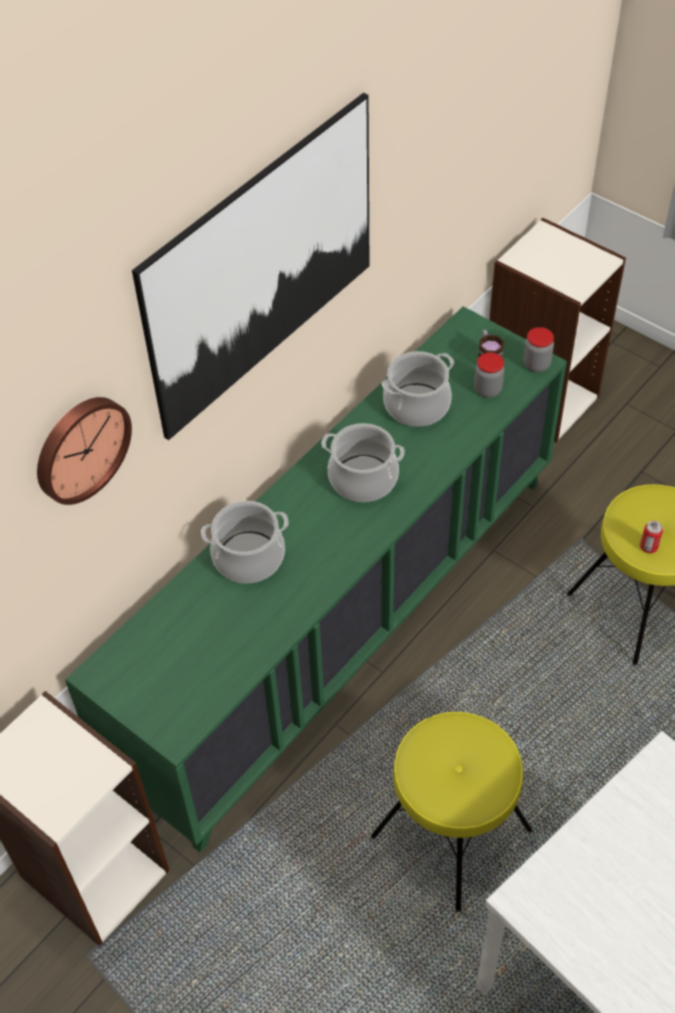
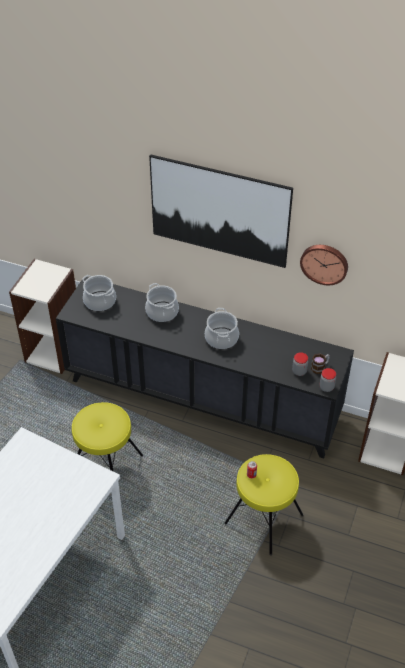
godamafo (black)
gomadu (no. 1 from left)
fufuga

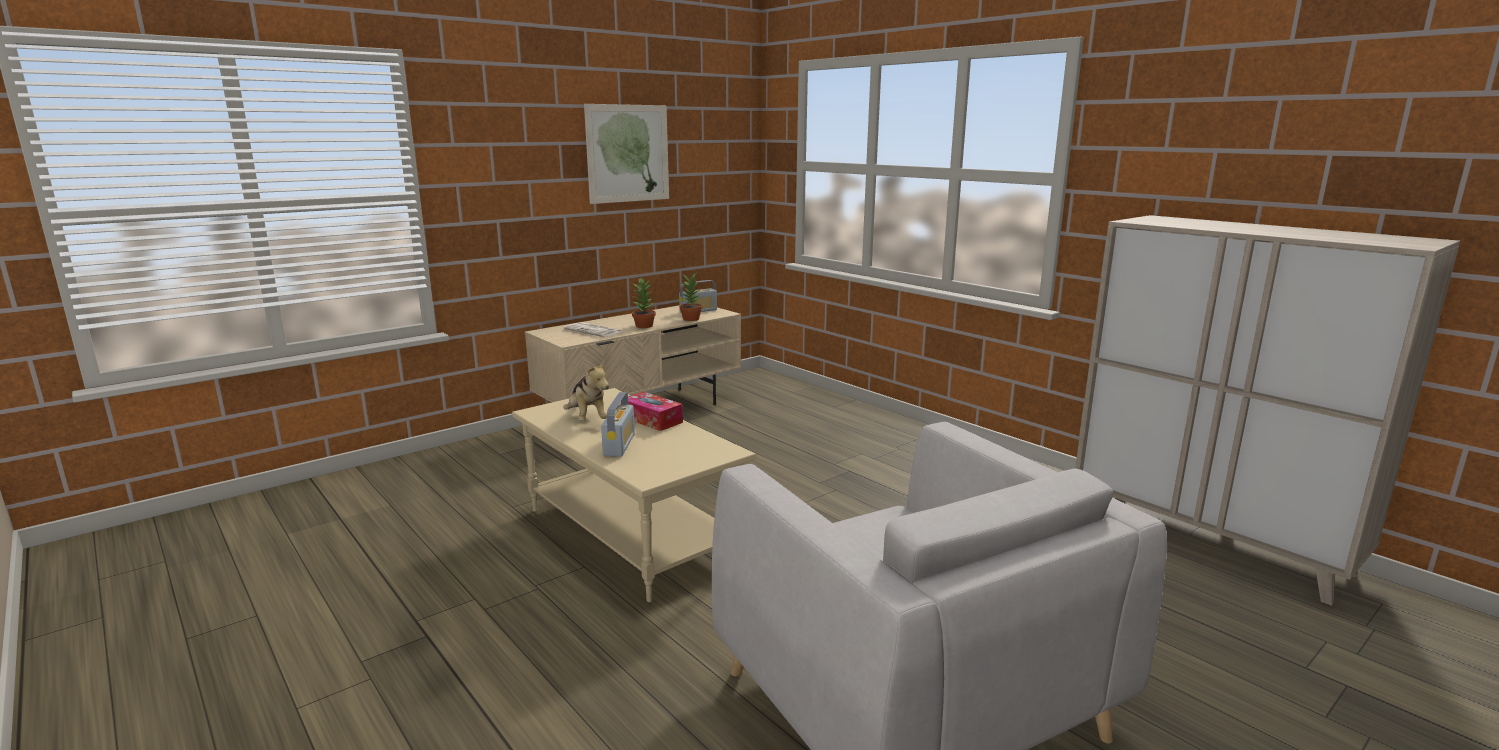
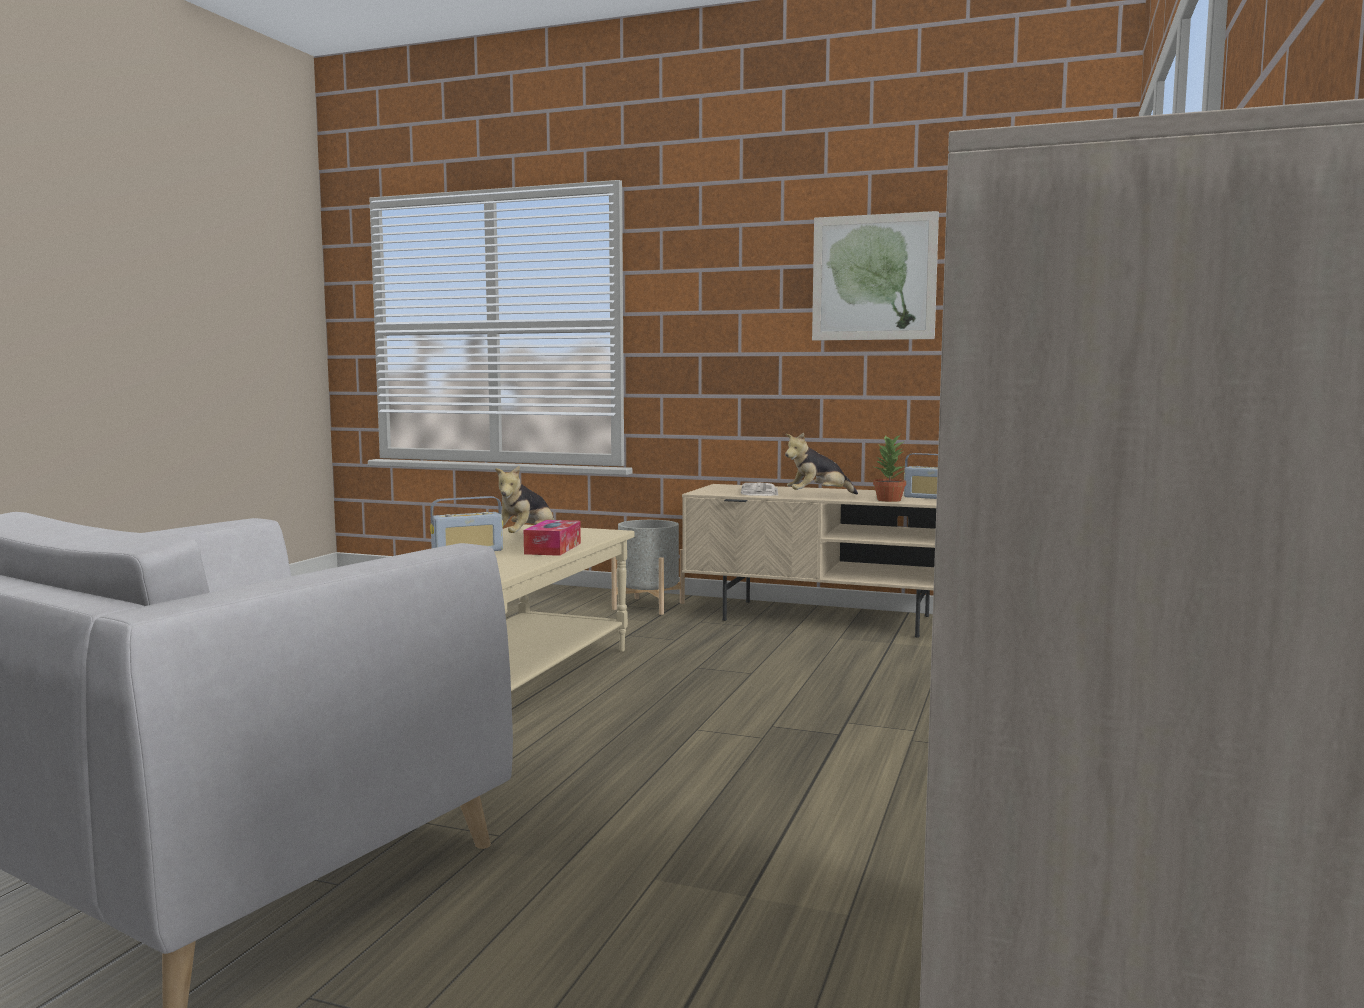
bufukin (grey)
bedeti (no. 2 from left)

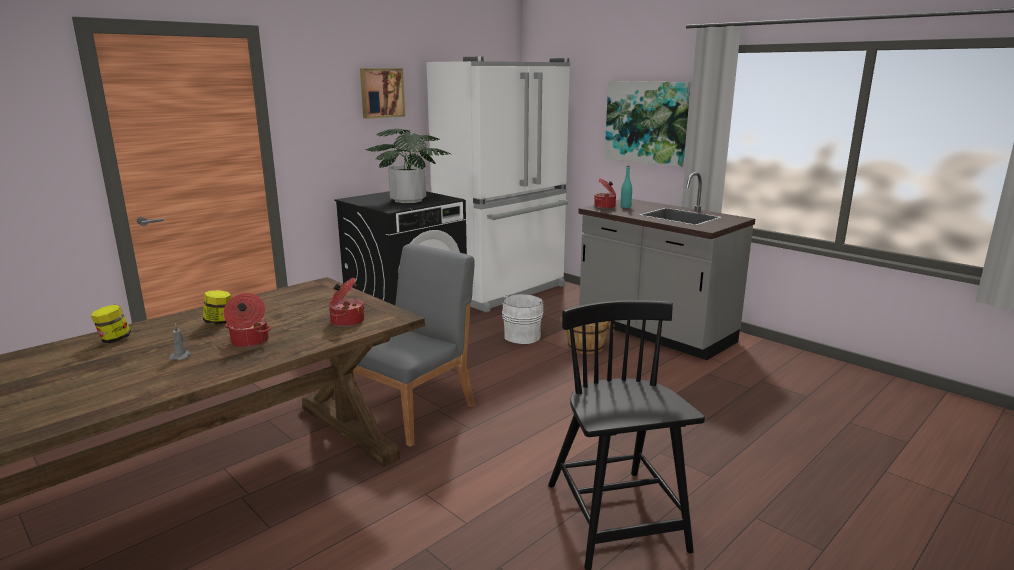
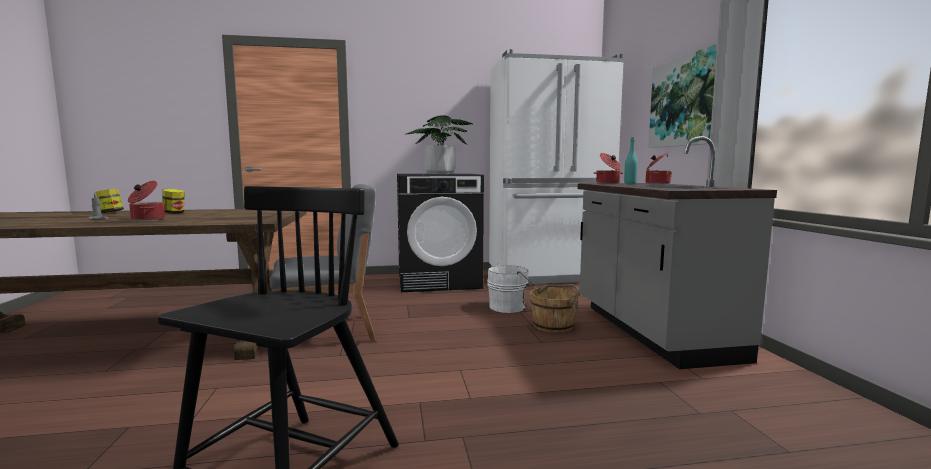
gomadu (no. 3 from left)
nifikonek (no. 1 from left in the first image)

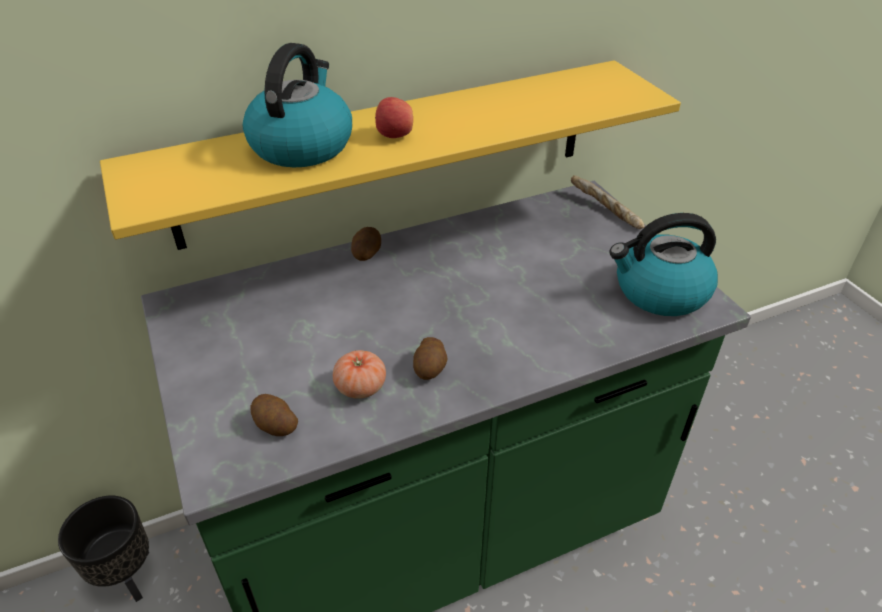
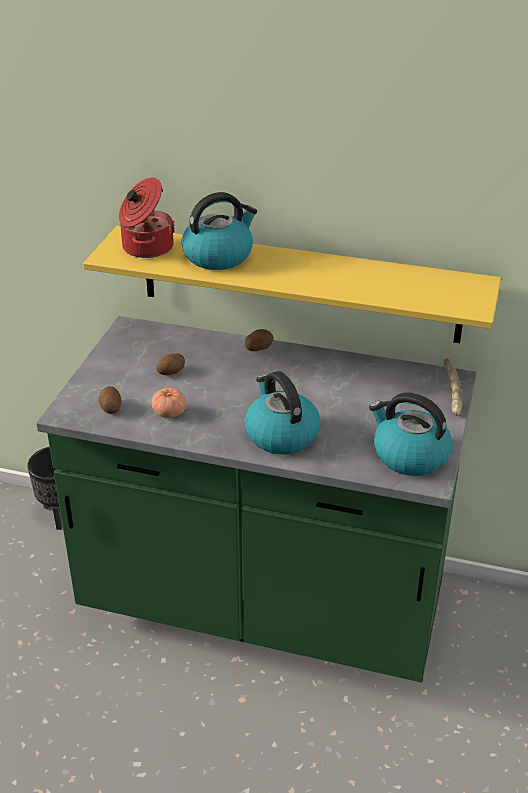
gomadu
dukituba (no. 2 from left)
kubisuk (no. 2 from left)
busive

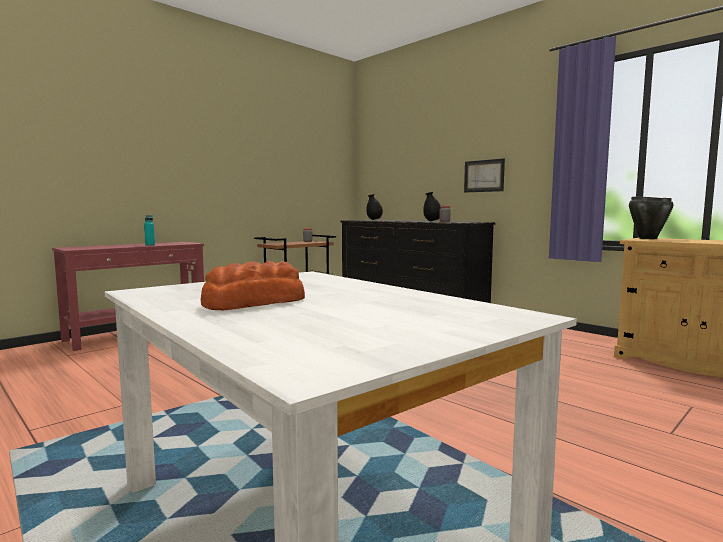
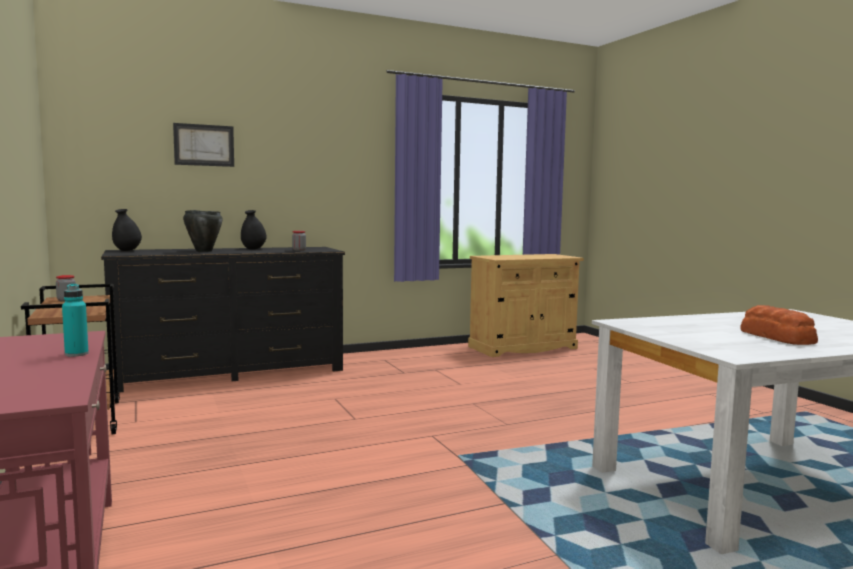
nifikonek
gomadu (black)

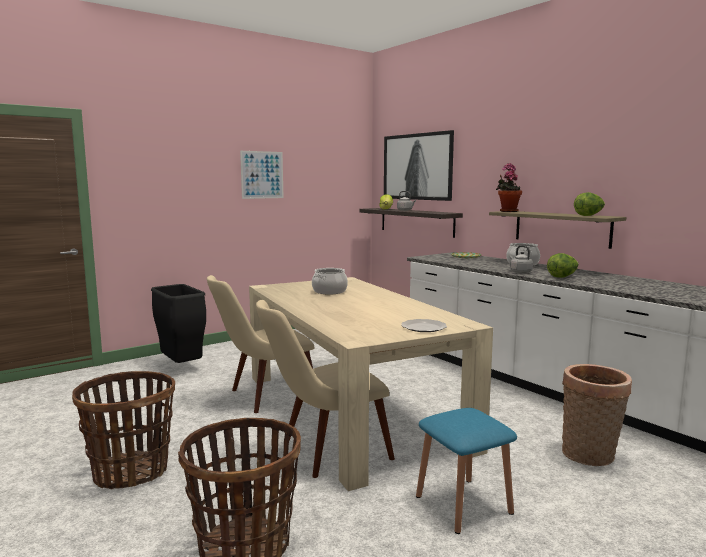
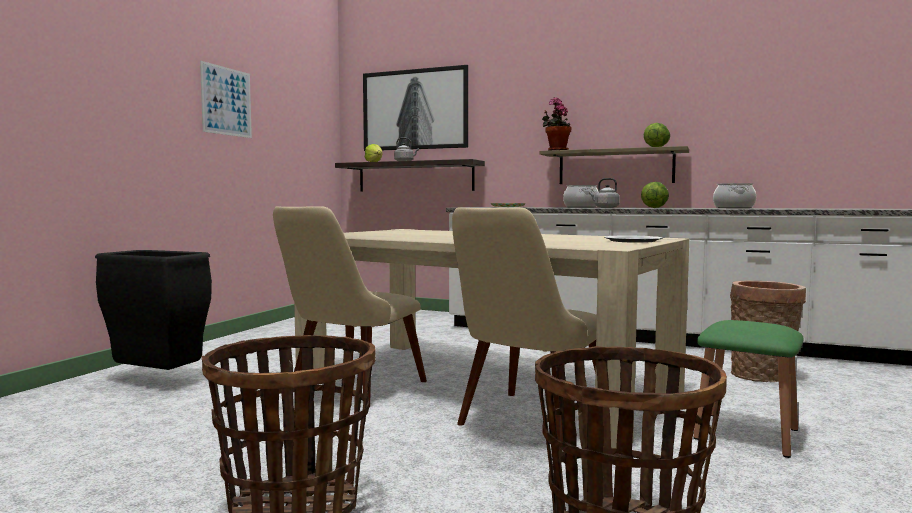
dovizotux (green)
gomadu (no. 2 from left)

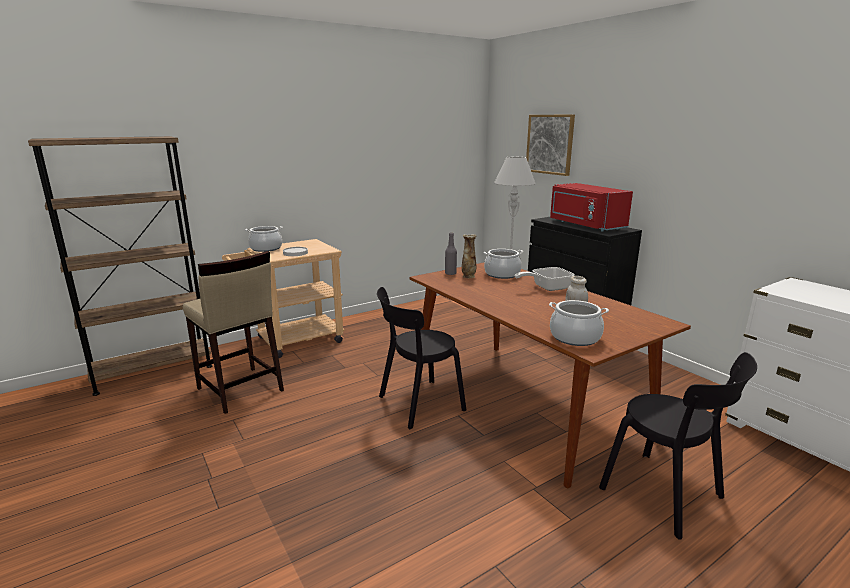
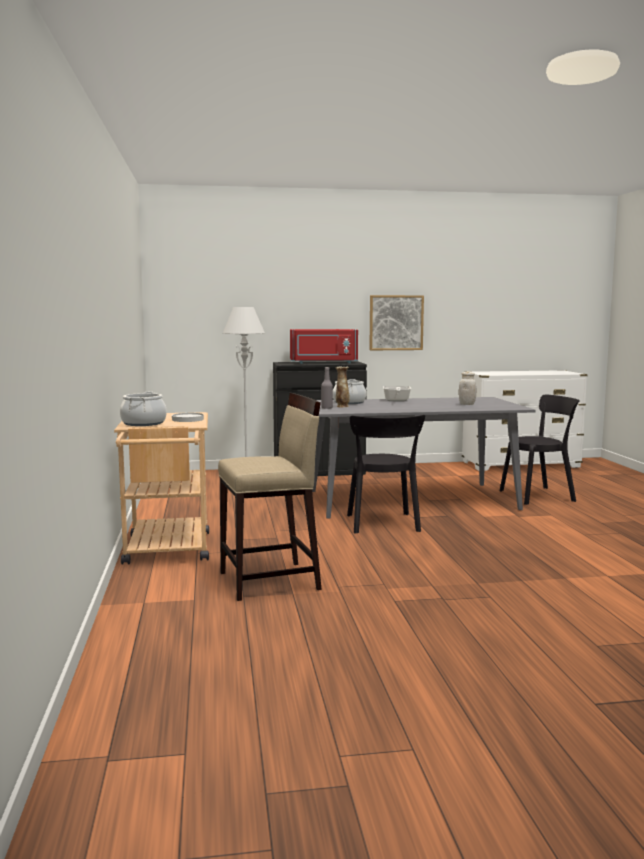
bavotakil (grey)
nifikonek
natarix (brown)
gomadu (no. 3 from left in the first image)

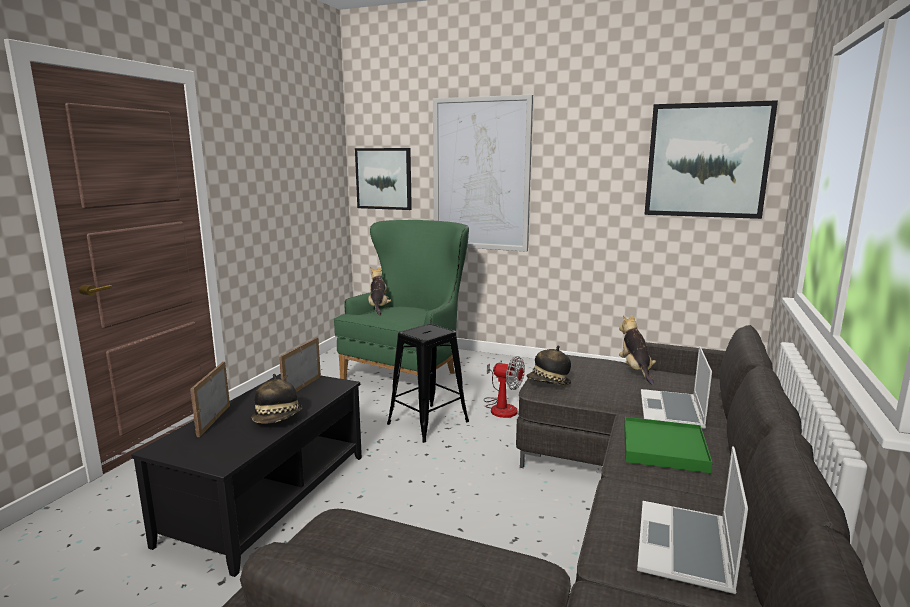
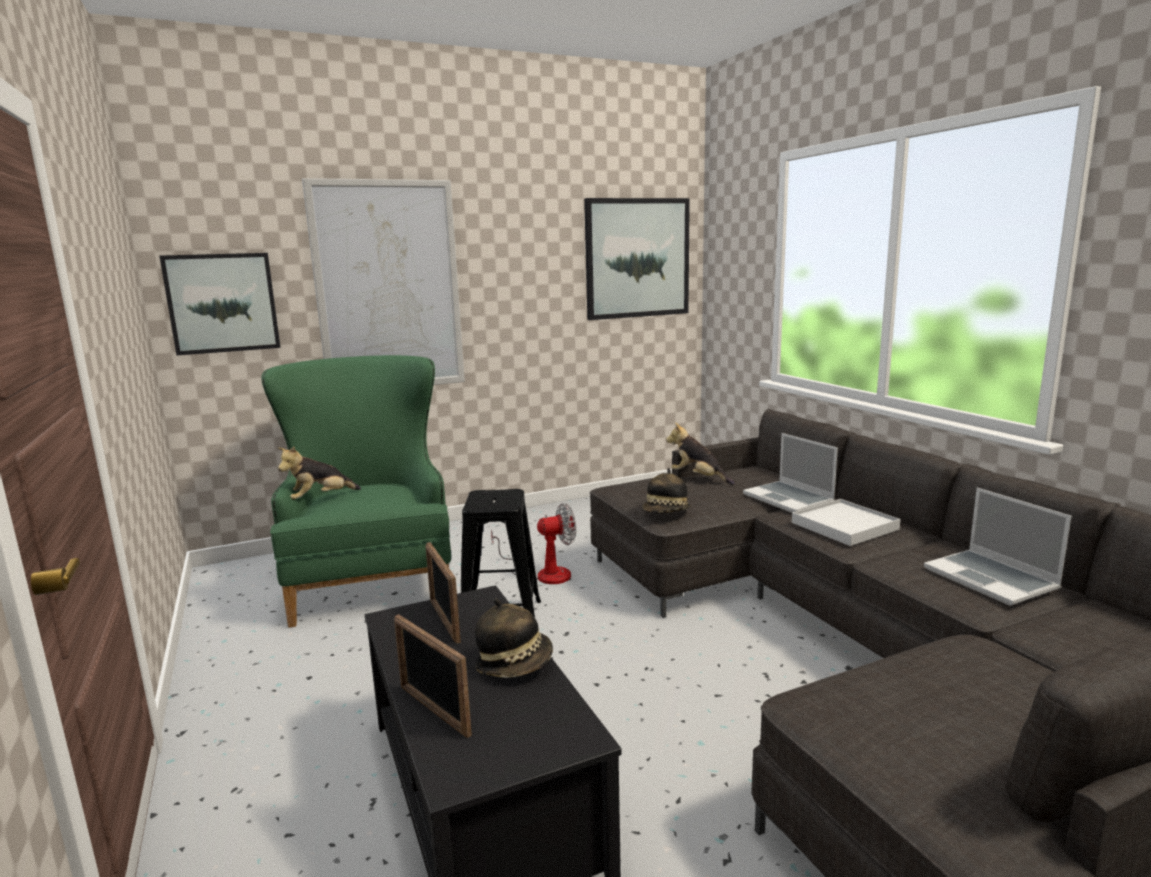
bedeti (no. 1 from left)
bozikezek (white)

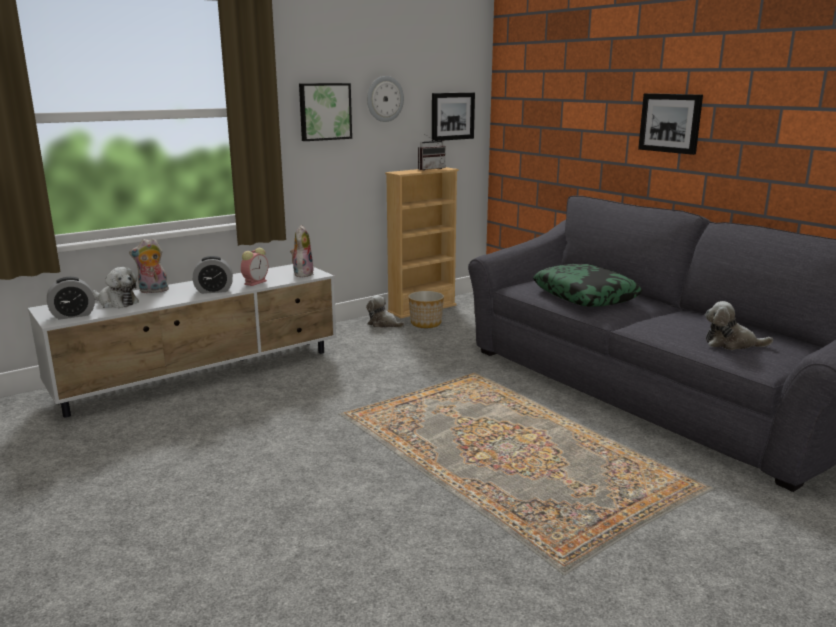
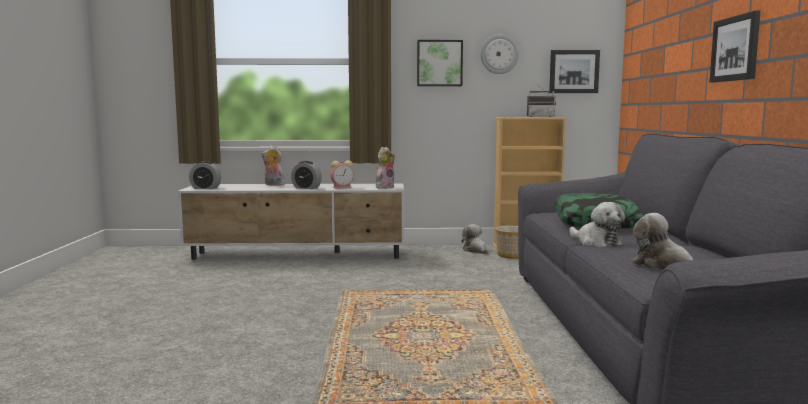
bedeti (no. 4 from left)

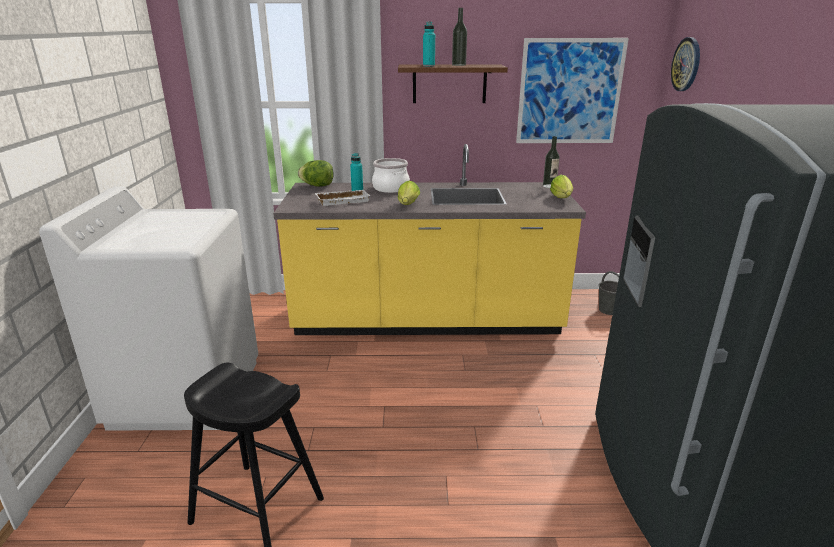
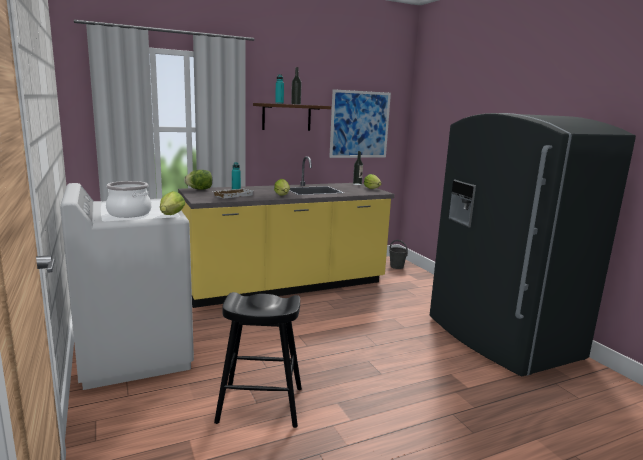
gomadu
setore (no. 1 from left)
fufuga

